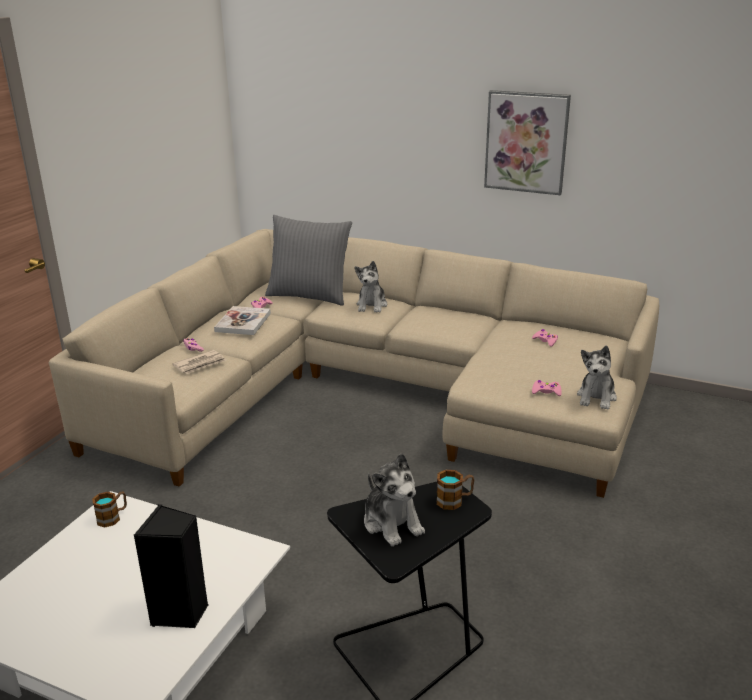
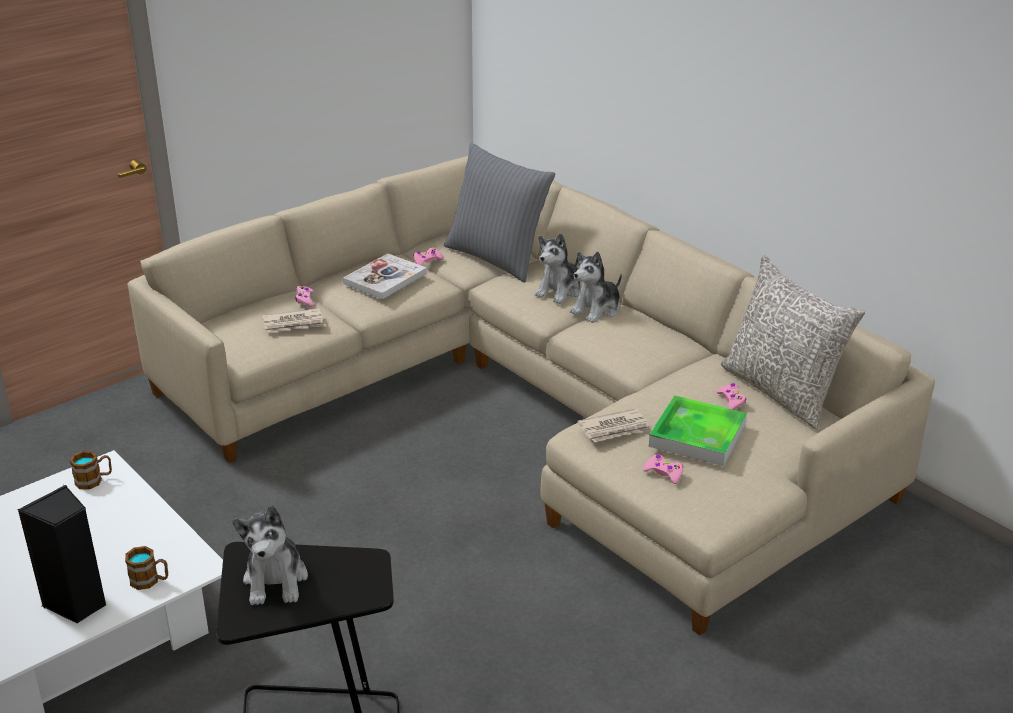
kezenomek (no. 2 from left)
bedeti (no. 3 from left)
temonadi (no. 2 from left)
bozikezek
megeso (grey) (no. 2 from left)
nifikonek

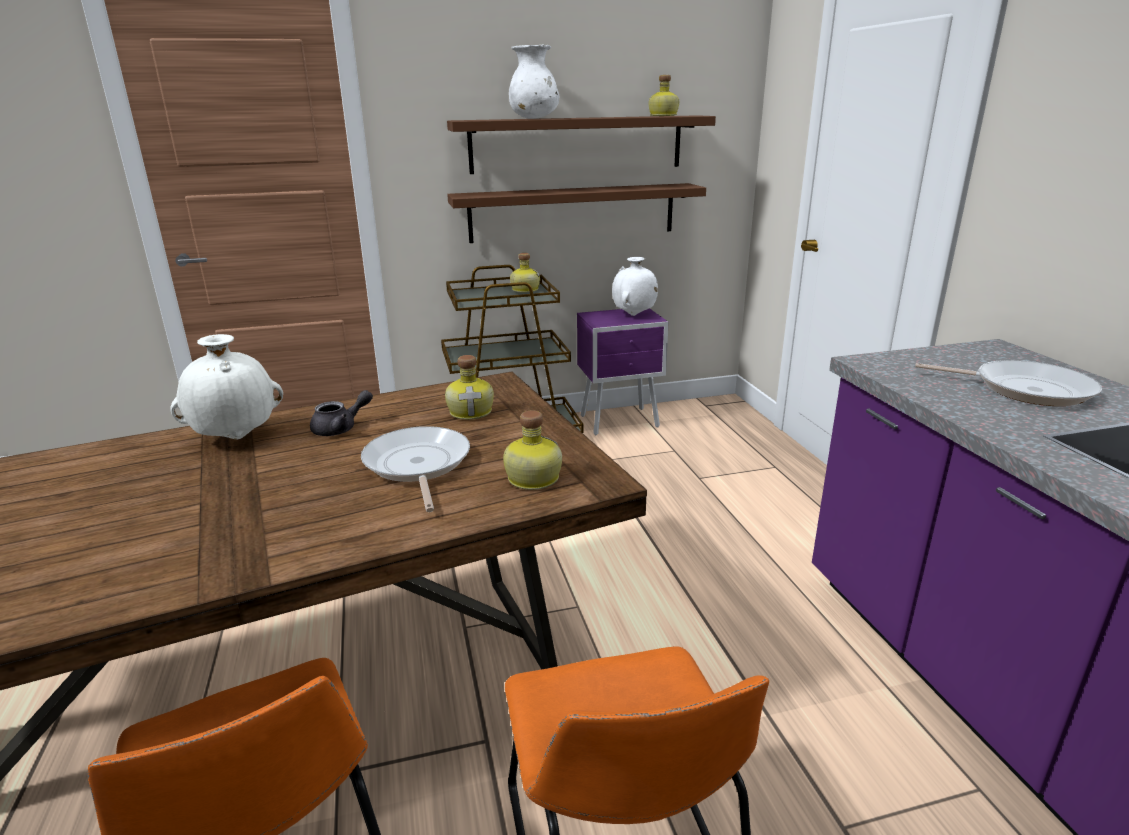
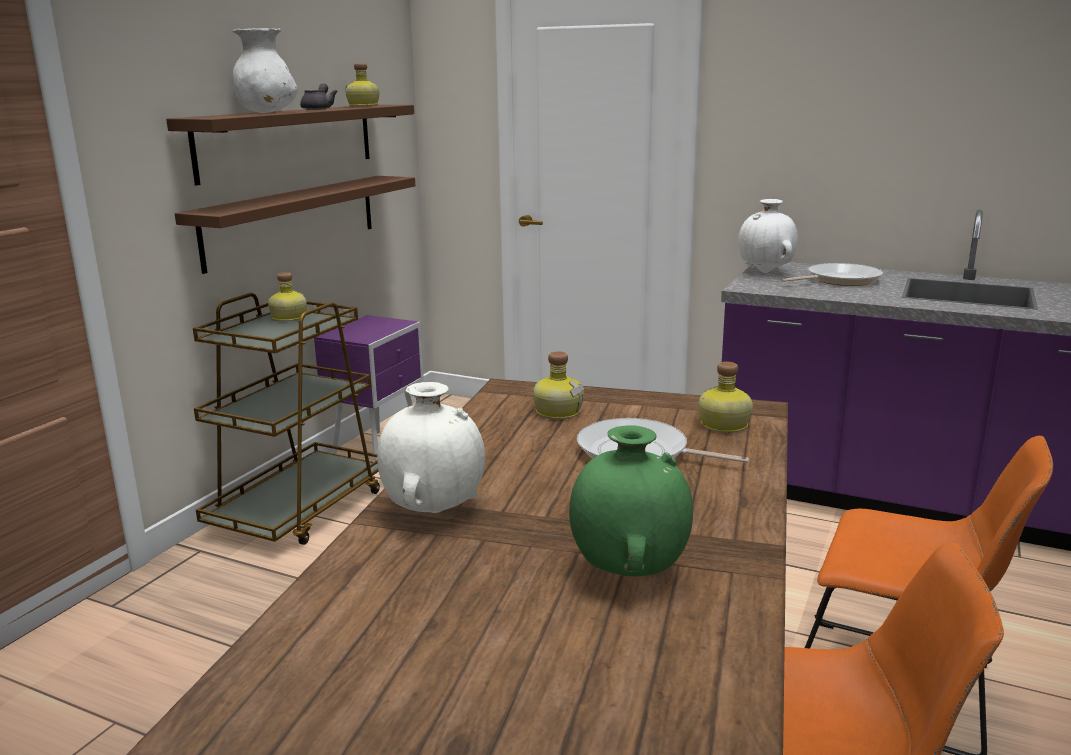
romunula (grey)
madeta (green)
madeta (white) (no. 3 from left)

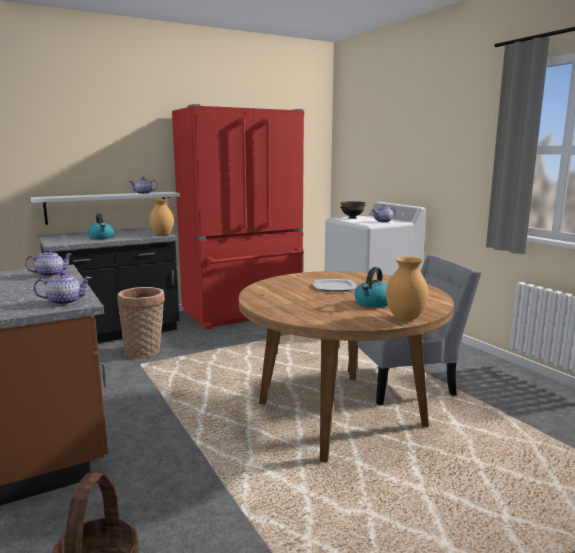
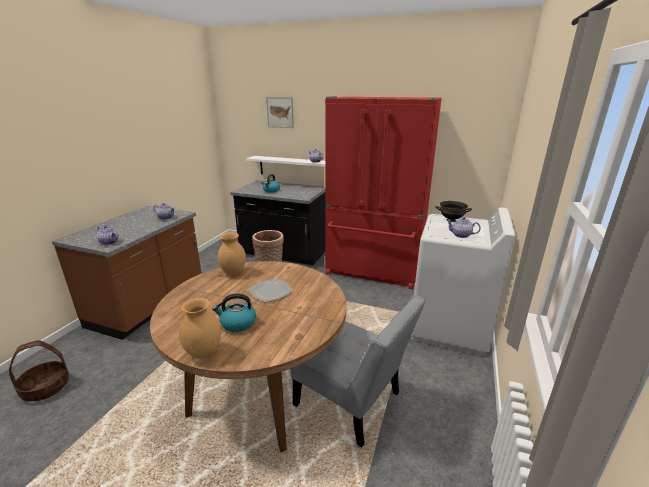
madeta (brown) (no. 2 from left)
nifikonek

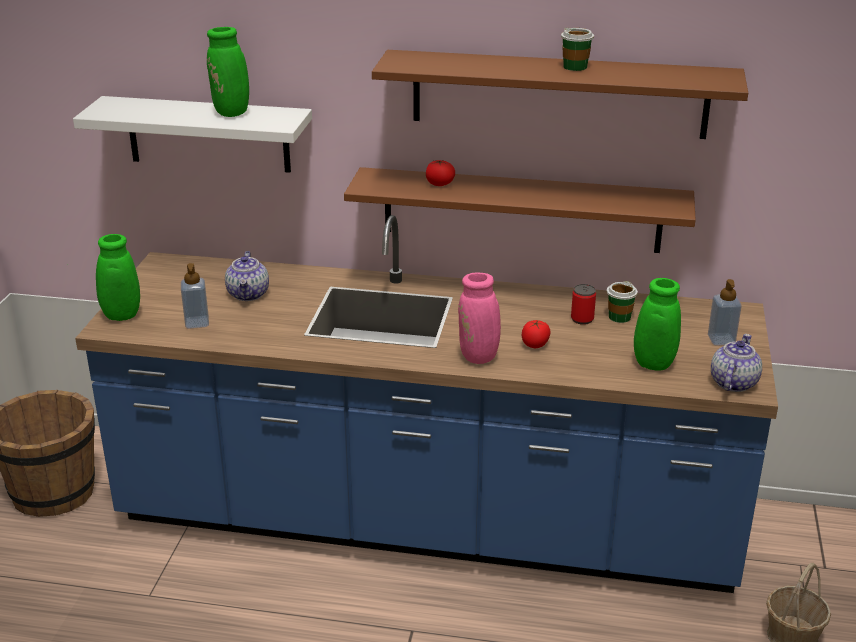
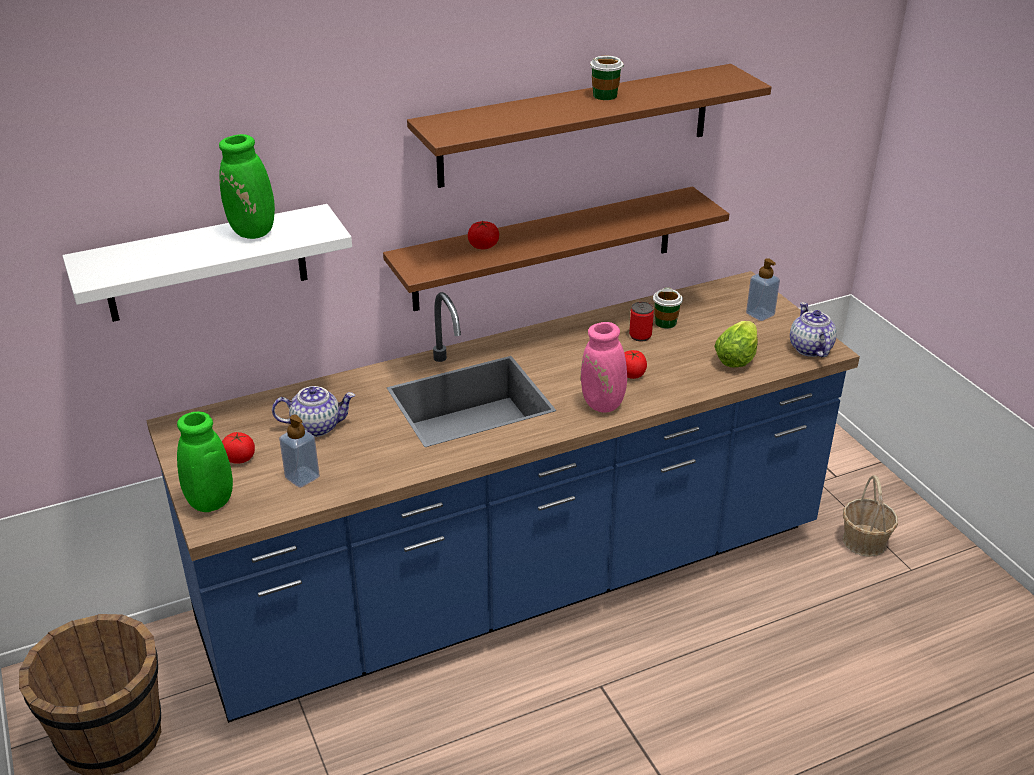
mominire (no. 1 from left)
romunula (no. 1 from left)
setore

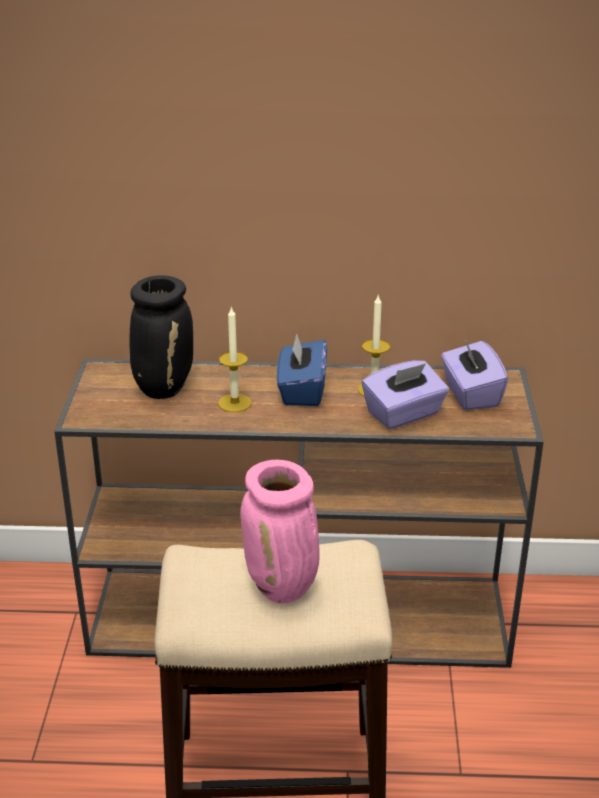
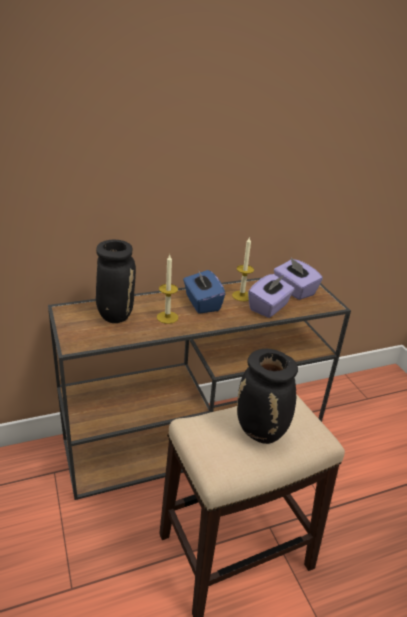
madeta (black) (no. 2 from left)

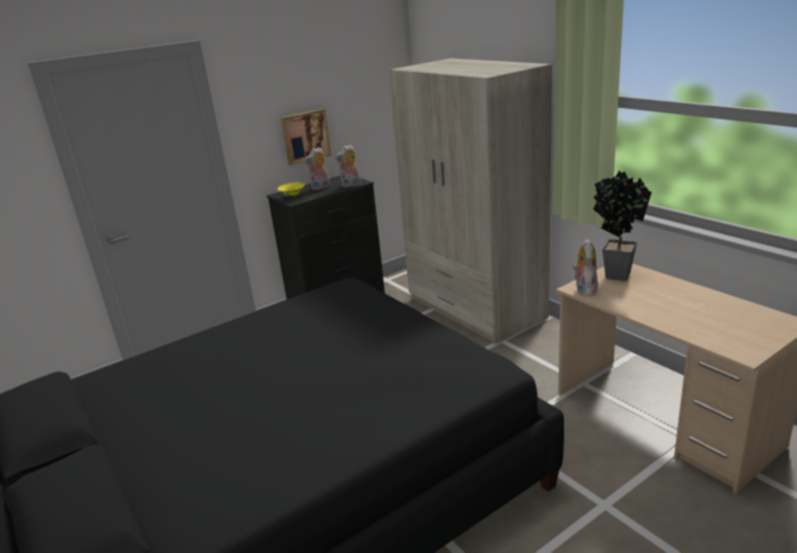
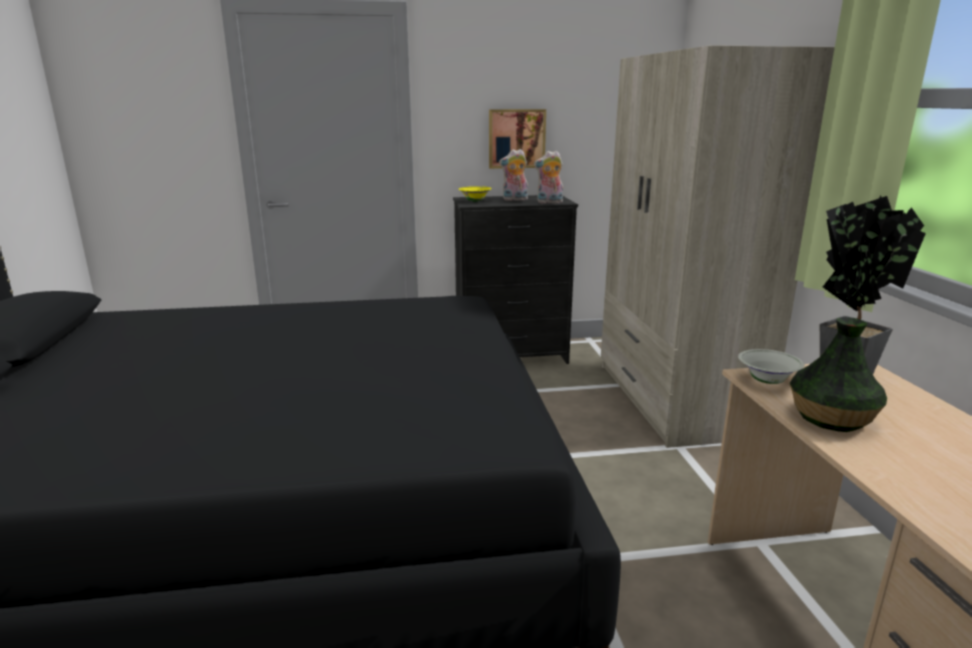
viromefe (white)
madeta

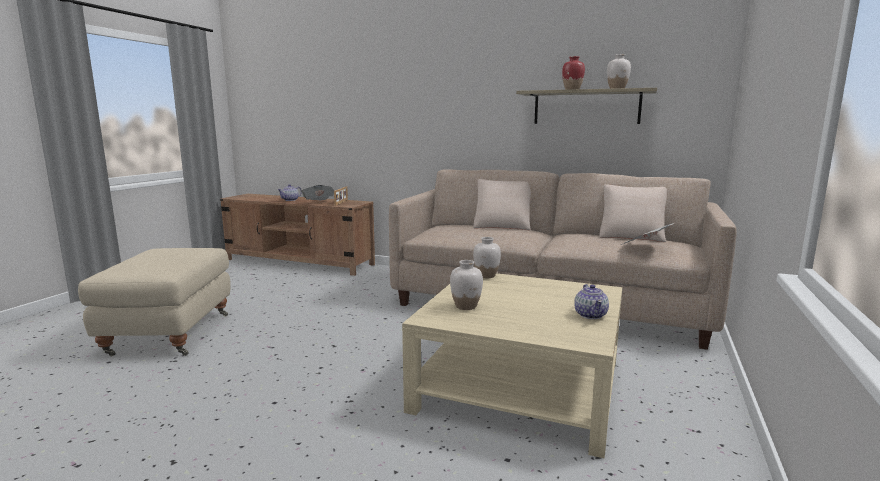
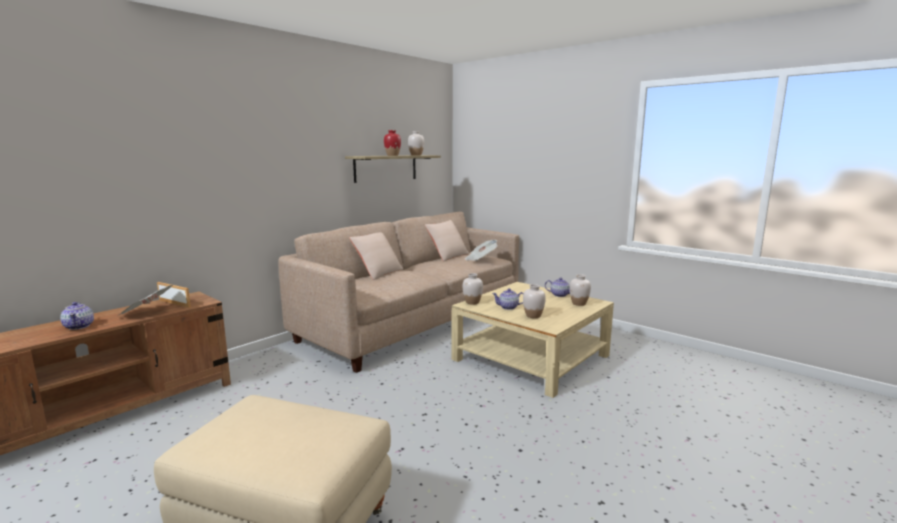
romunula (no. 2 from left)
madeta (white) (no. 4 from left)

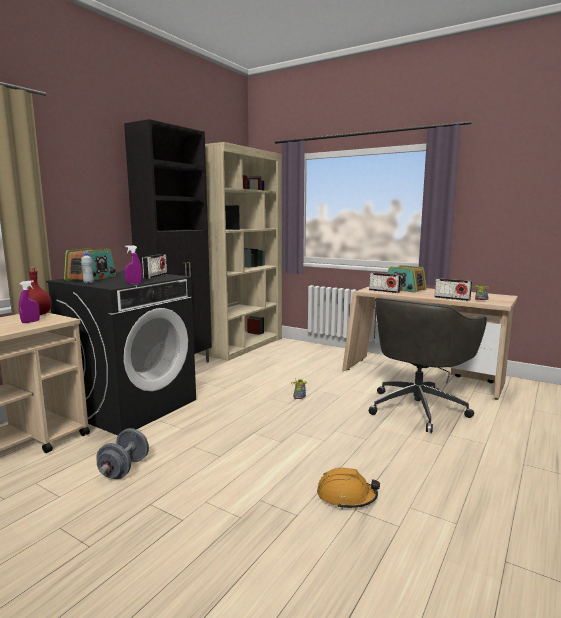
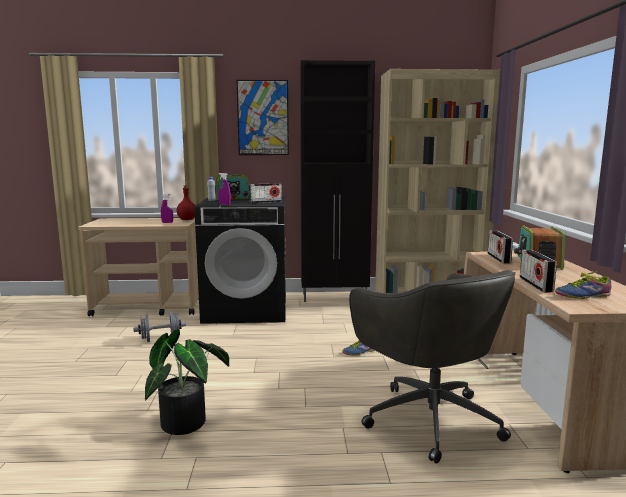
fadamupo
nifikonek
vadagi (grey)

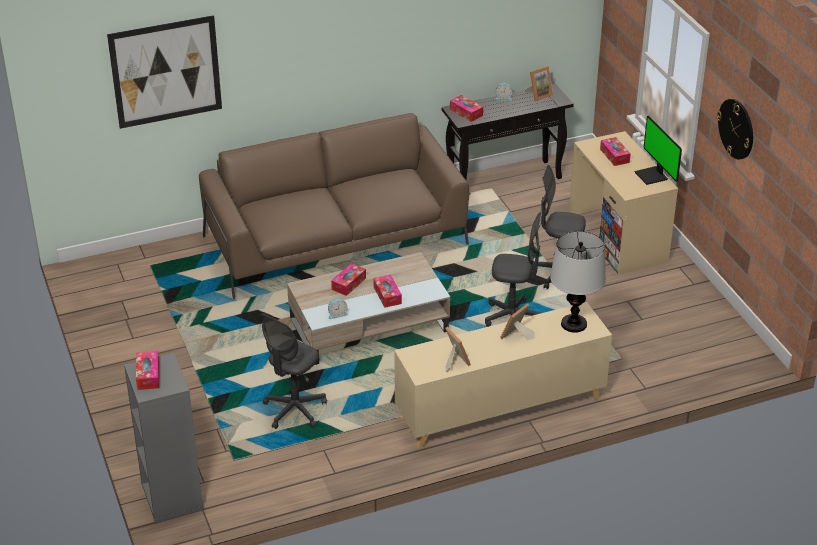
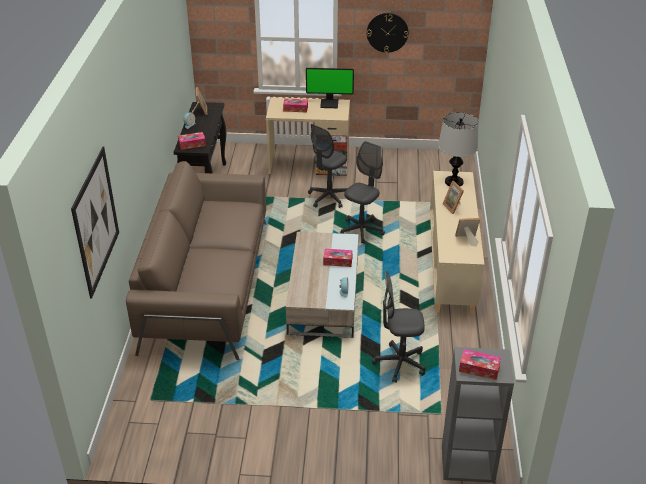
vadagi (grey) (no. 3 from left)
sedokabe (no. 2 from left in the first image)

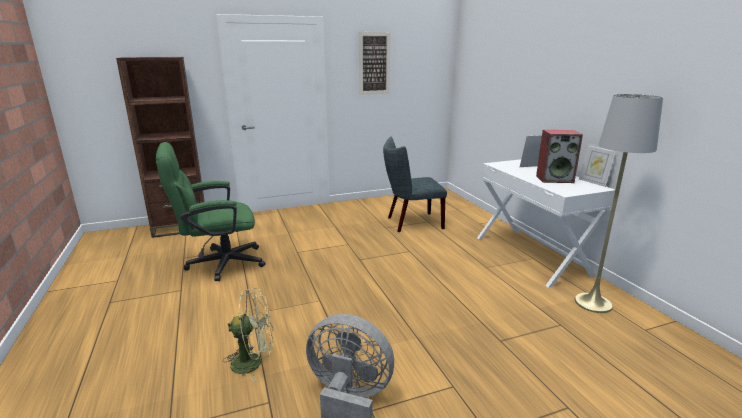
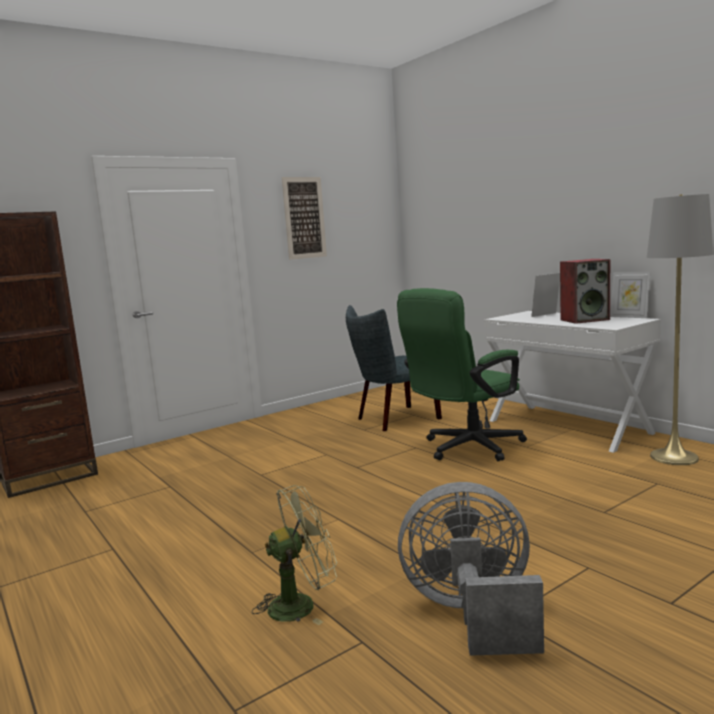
vadagi (green)

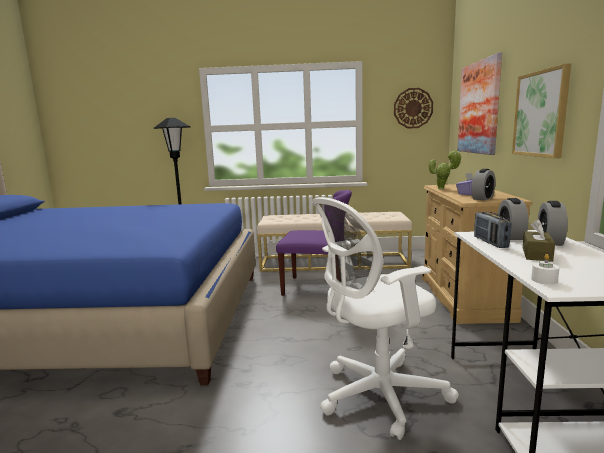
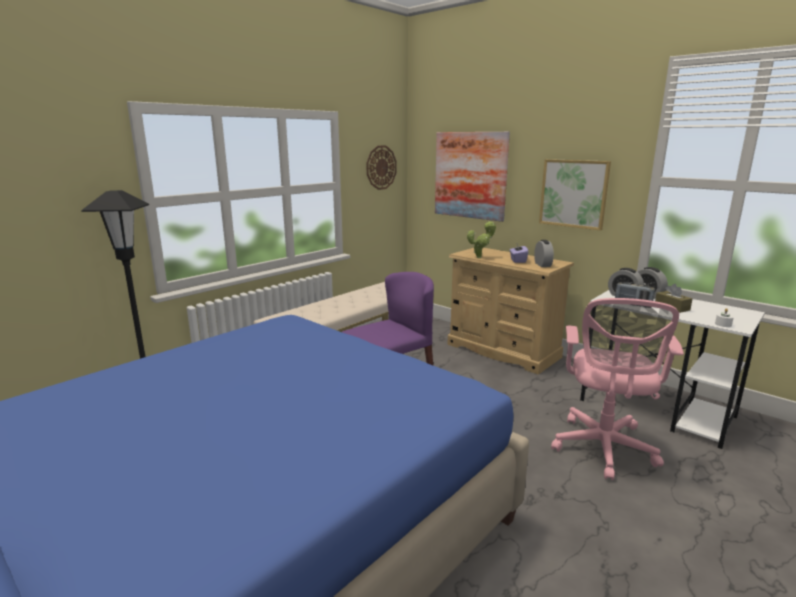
vadagi (pink)

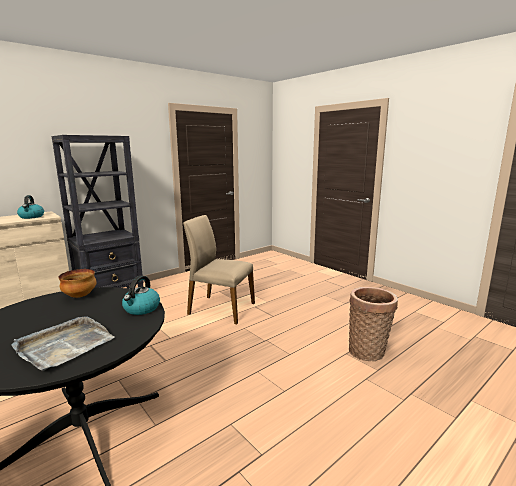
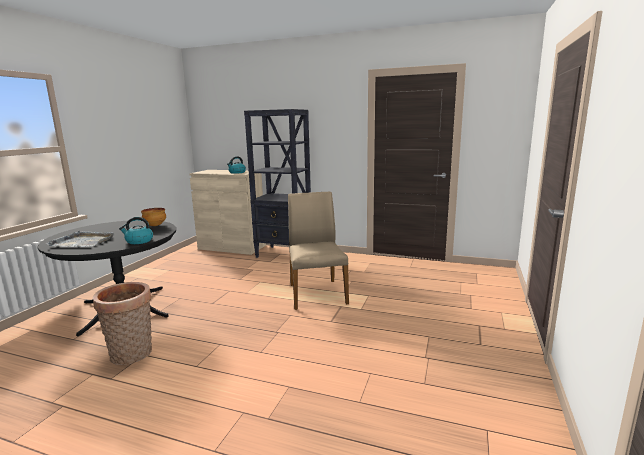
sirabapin

